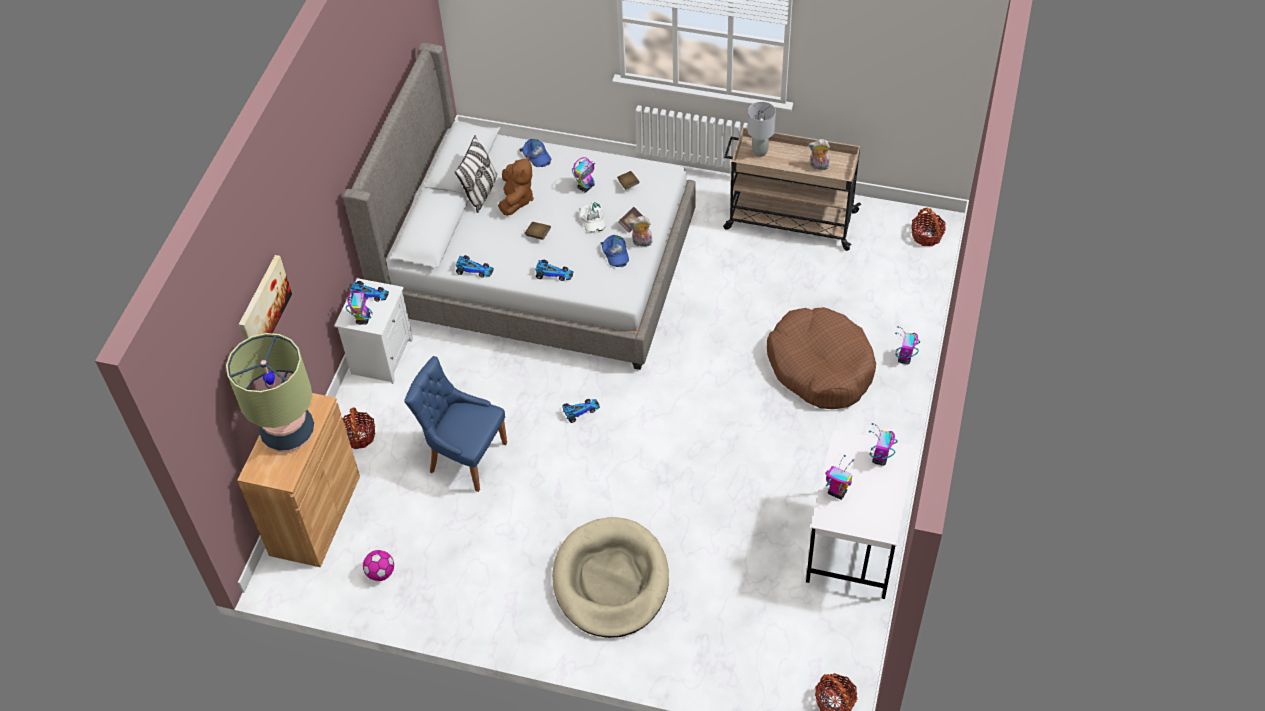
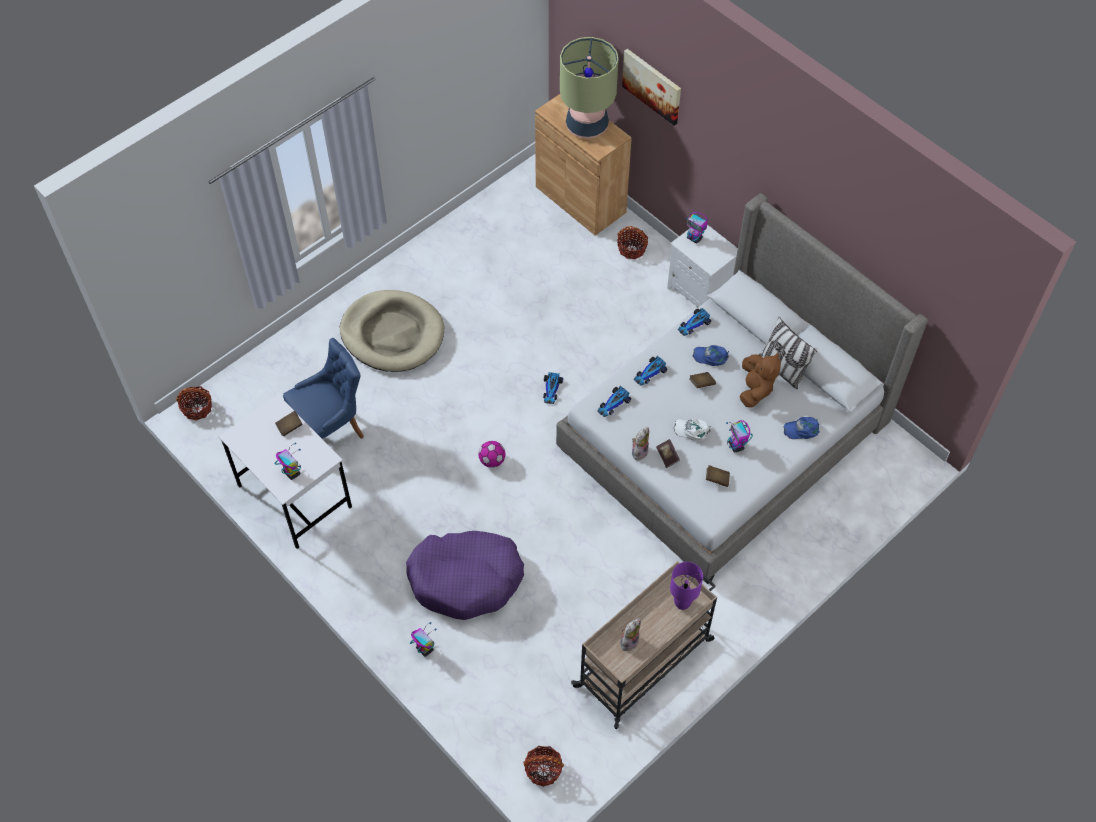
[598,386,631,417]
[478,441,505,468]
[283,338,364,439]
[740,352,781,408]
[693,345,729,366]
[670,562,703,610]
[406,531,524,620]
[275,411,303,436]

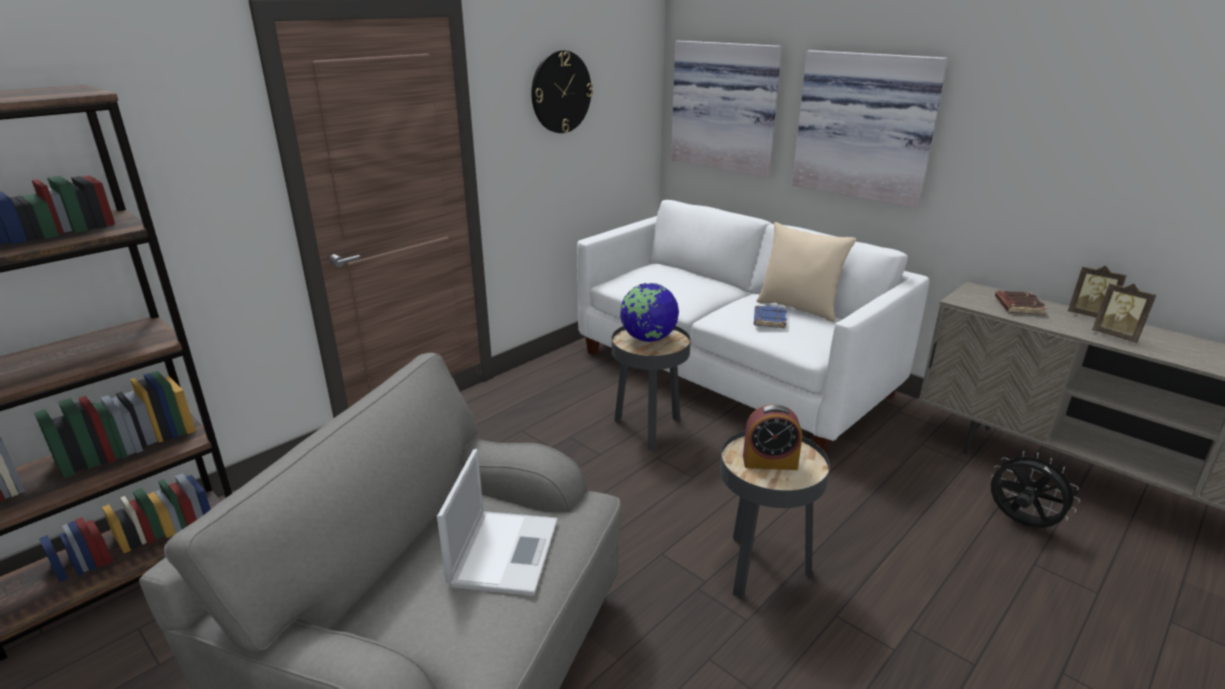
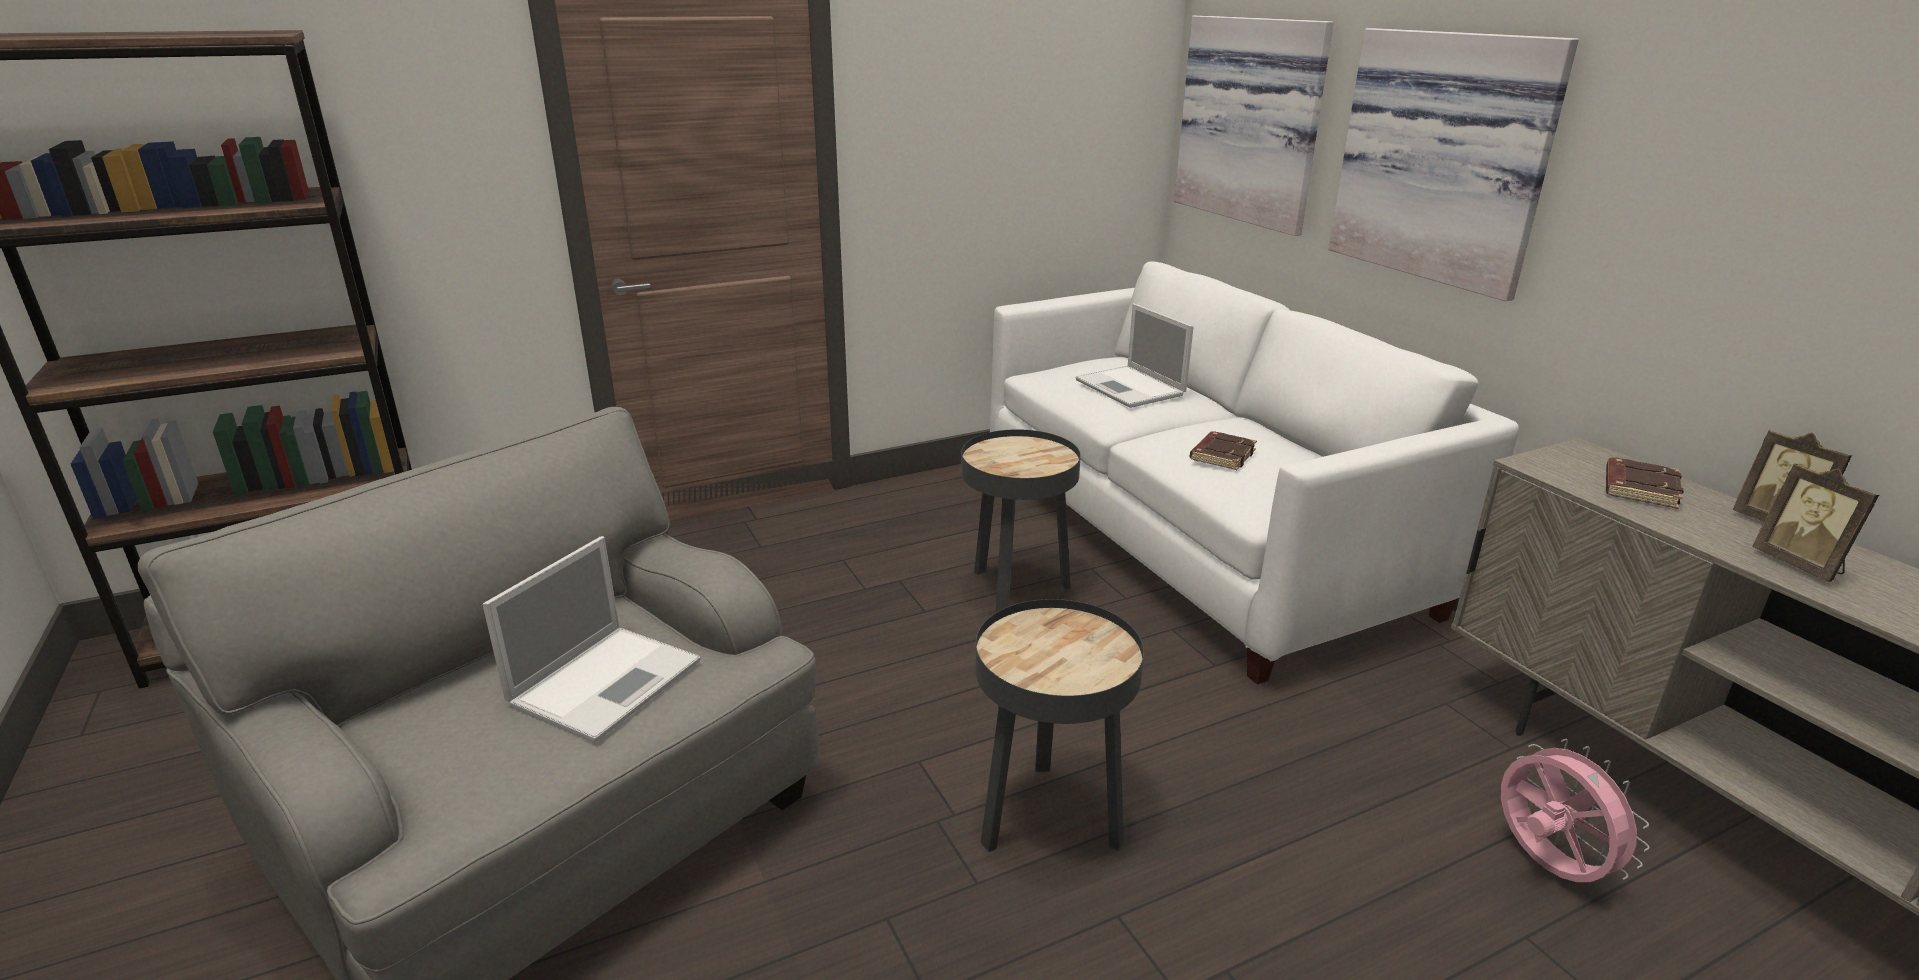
[531,50,593,133] (first image)
[620,283,679,342] (first image)
[743,404,802,470] (first image)
[1190,431,1257,470]
[757,222,856,322] (first image)
[1501,739,1650,882]
[1076,304,1193,408]

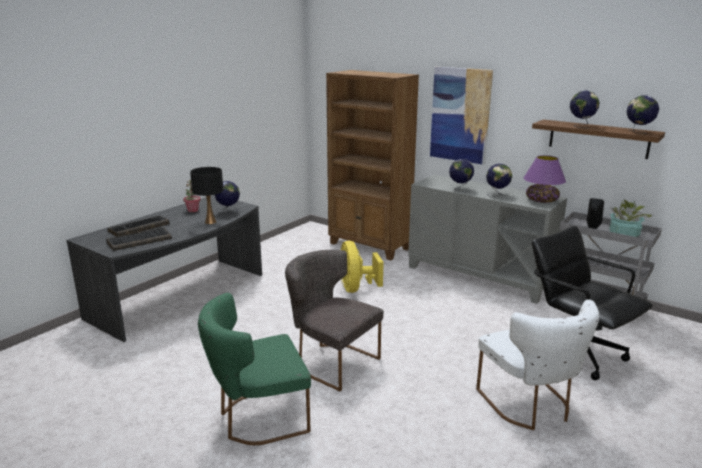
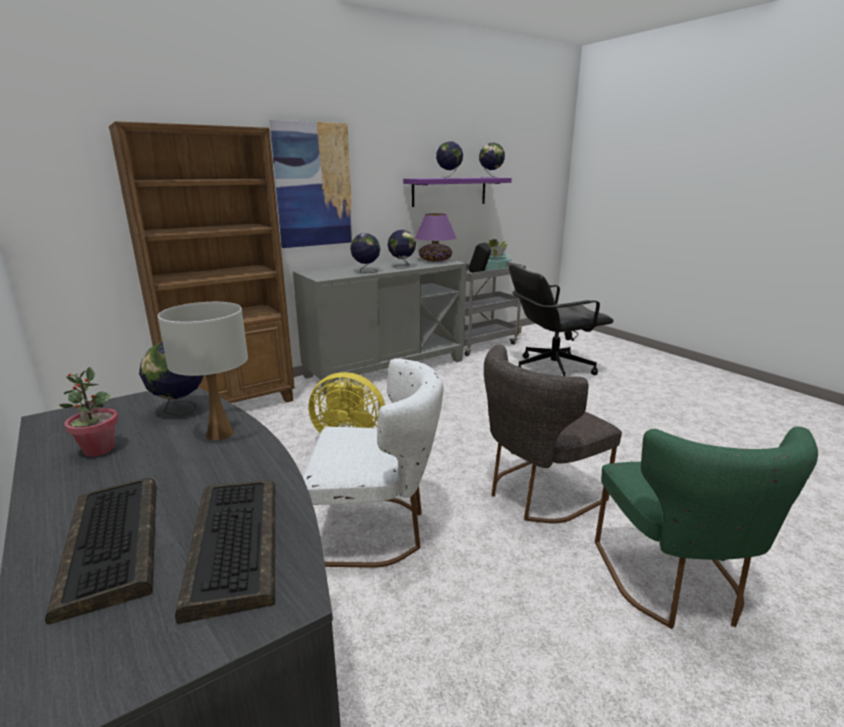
[158,302,248,441]
[302,358,443,568]
[403,178,512,207]

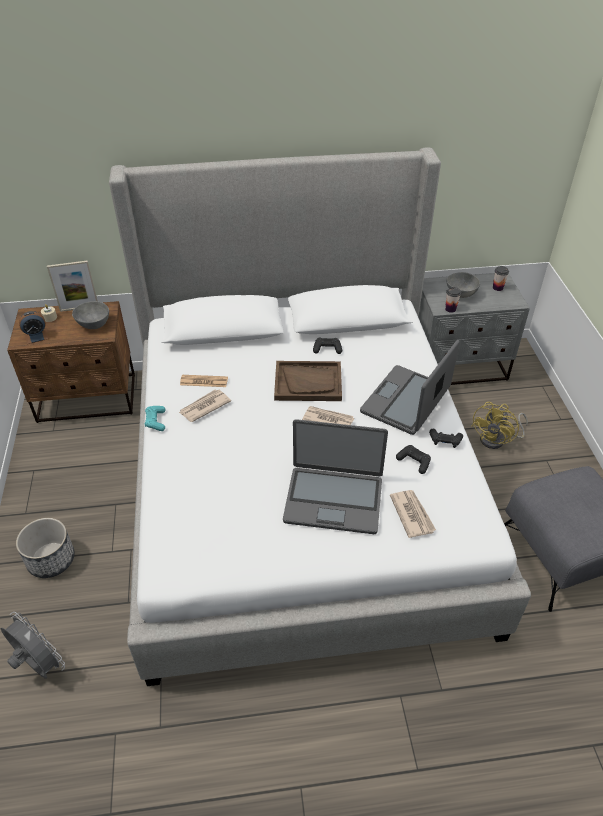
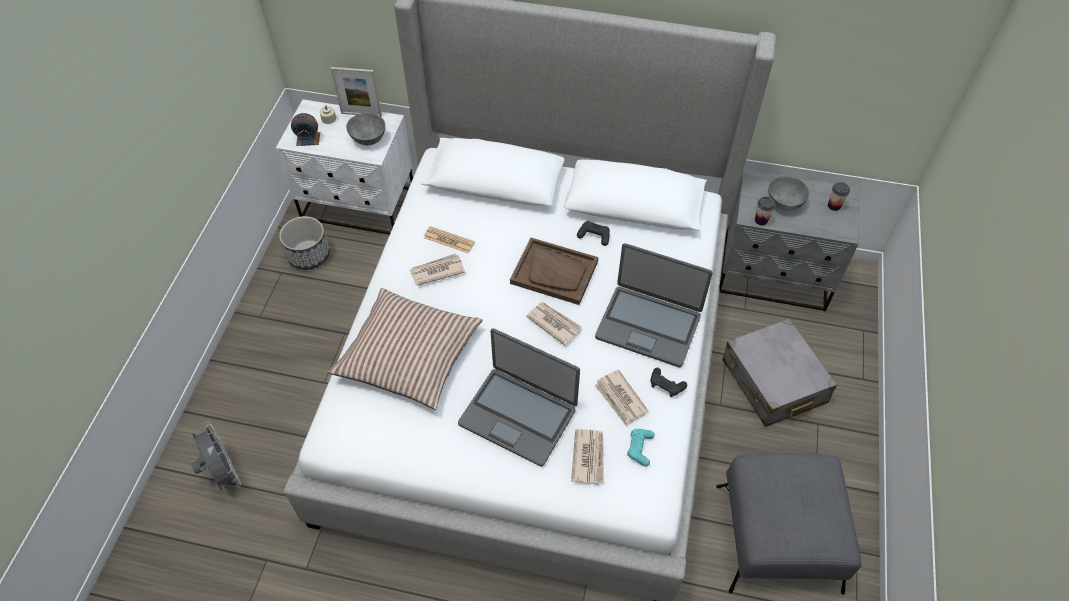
[276,99,413,235]
[279,216,330,270]
[627,429,654,467]
[595,243,713,367]
[595,369,648,427]
[722,319,837,427]
[329,288,482,410]

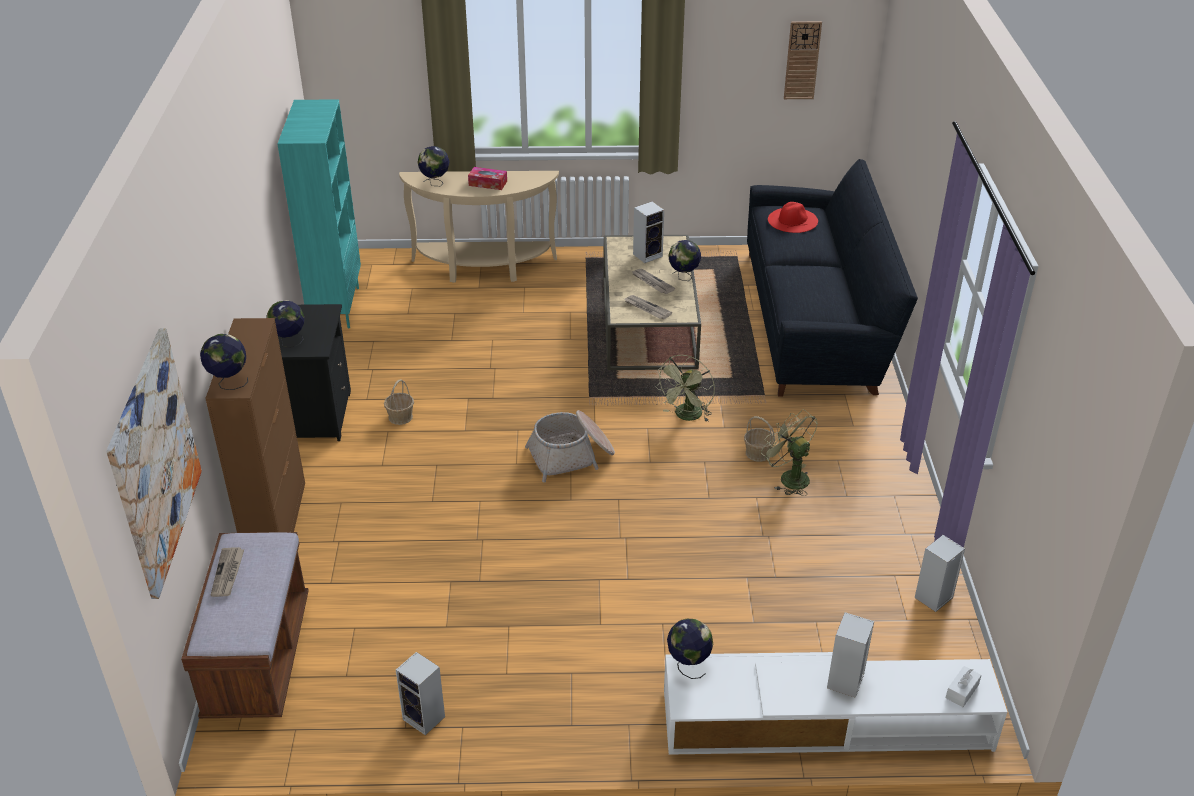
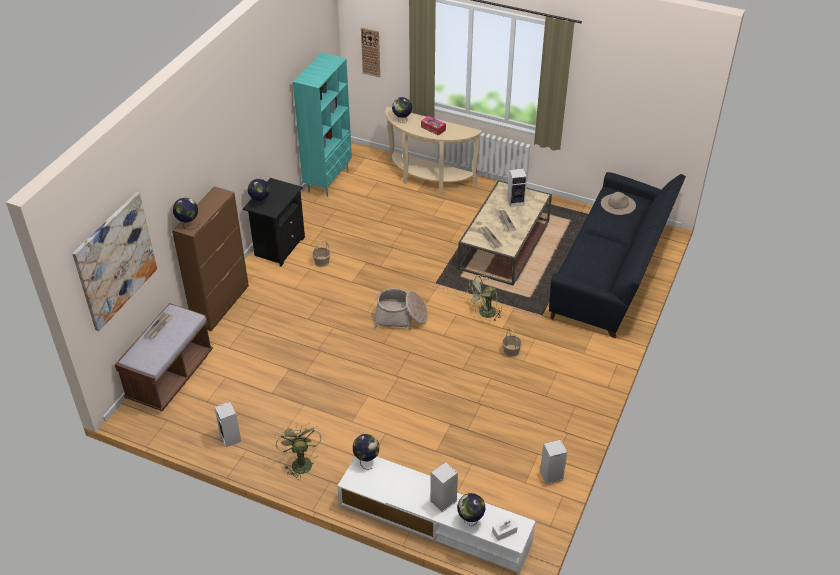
[457,493,485,526]
[276,423,321,480]
[601,192,636,215]
[361,27,380,77]

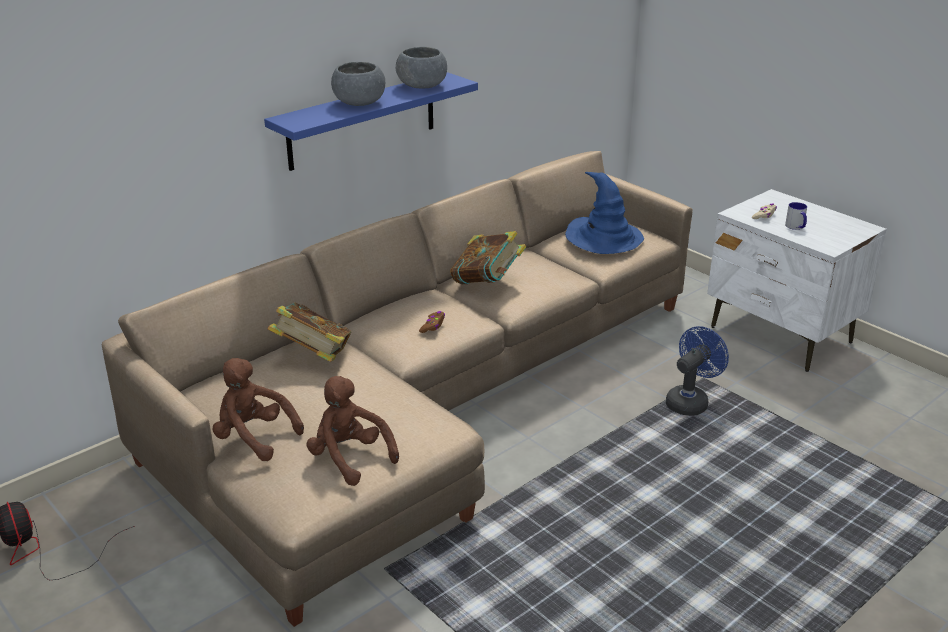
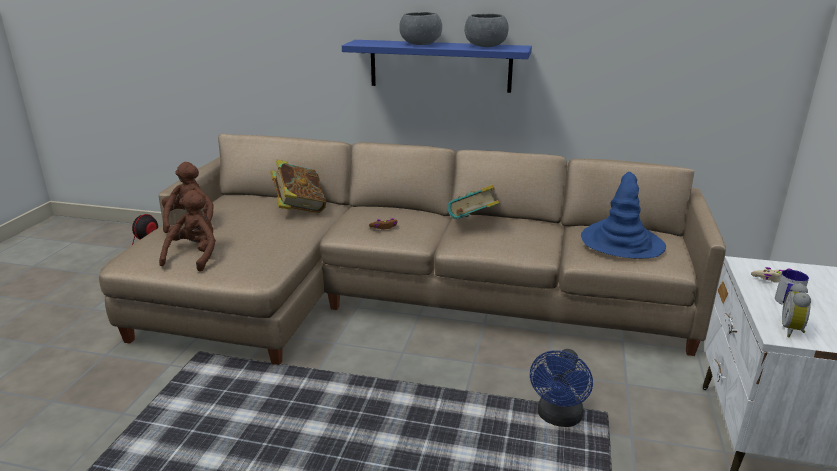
[530,349,593,427]
[782,283,811,338]

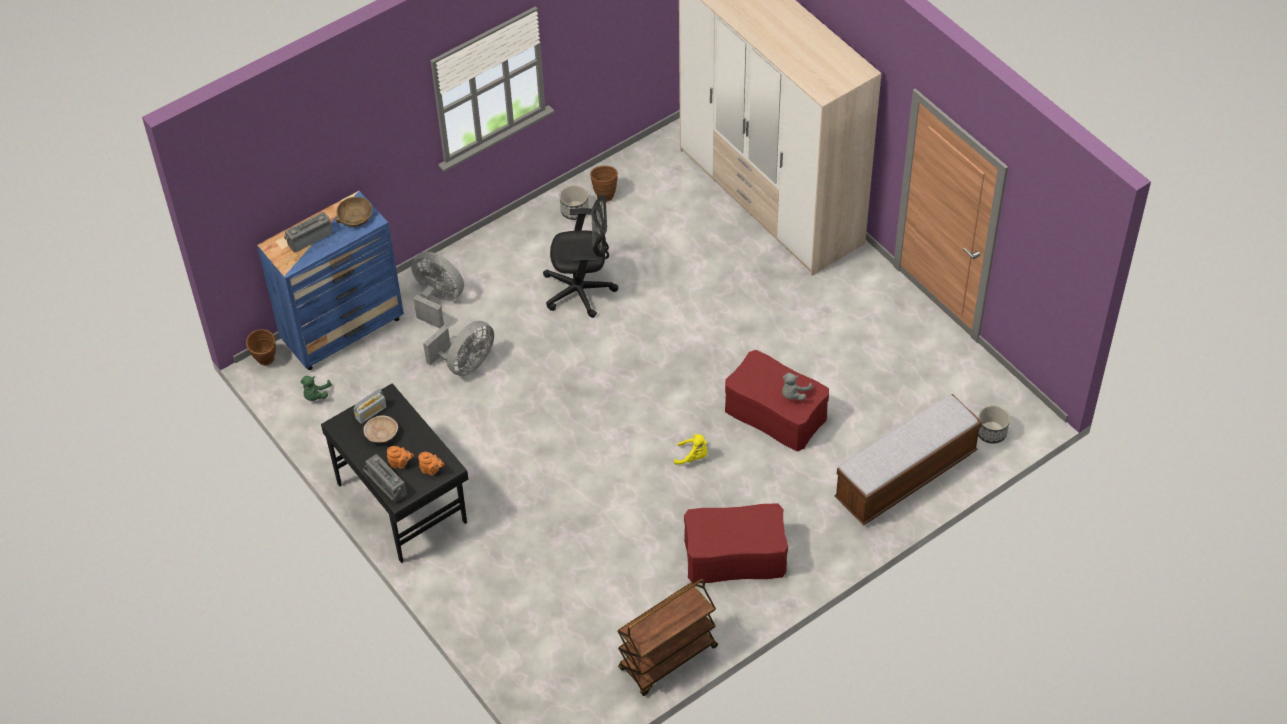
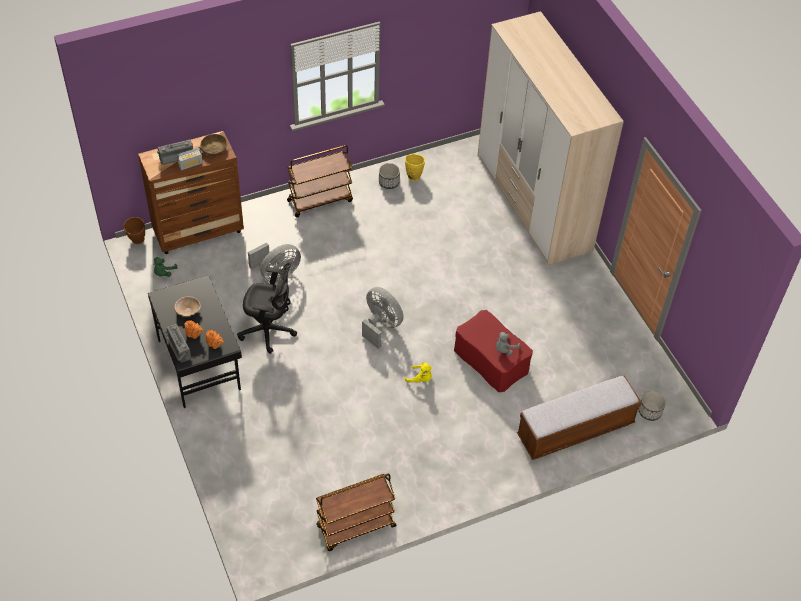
[138,131,244,254]
[177,148,203,170]
[362,287,404,349]
[237,262,297,354]
[405,154,425,181]
[684,503,788,583] (first image)
[287,145,353,218]

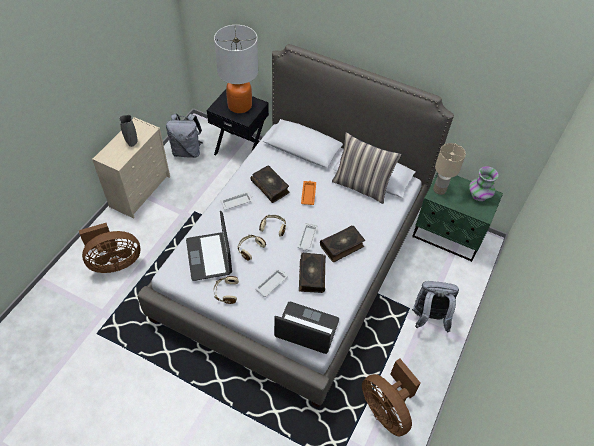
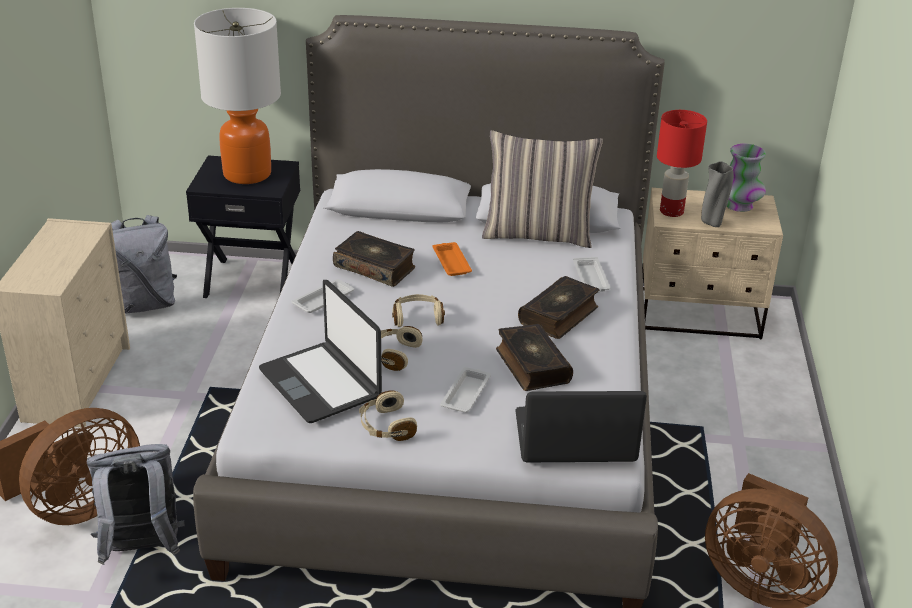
[701,161,733,227]
[573,257,610,293]
[642,188,783,339]
[87,444,185,565]
[657,110,707,217]

